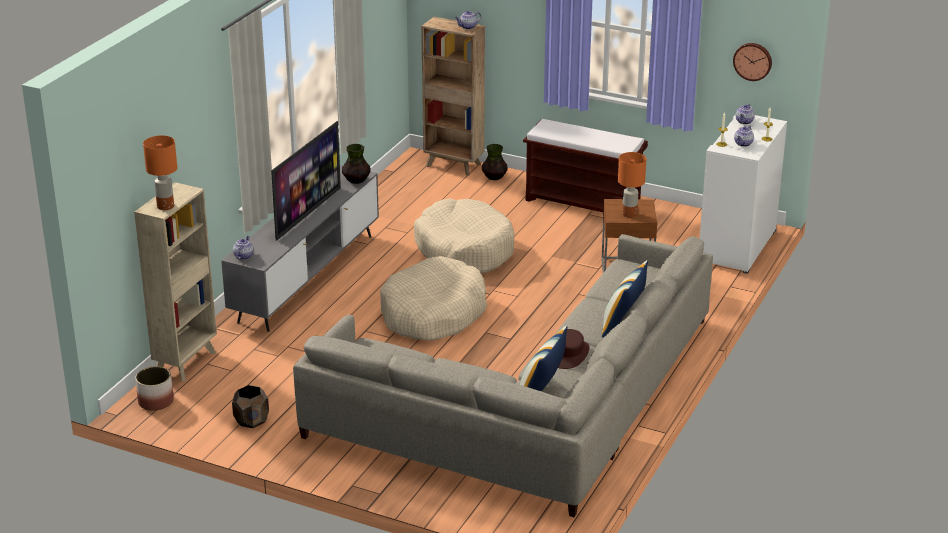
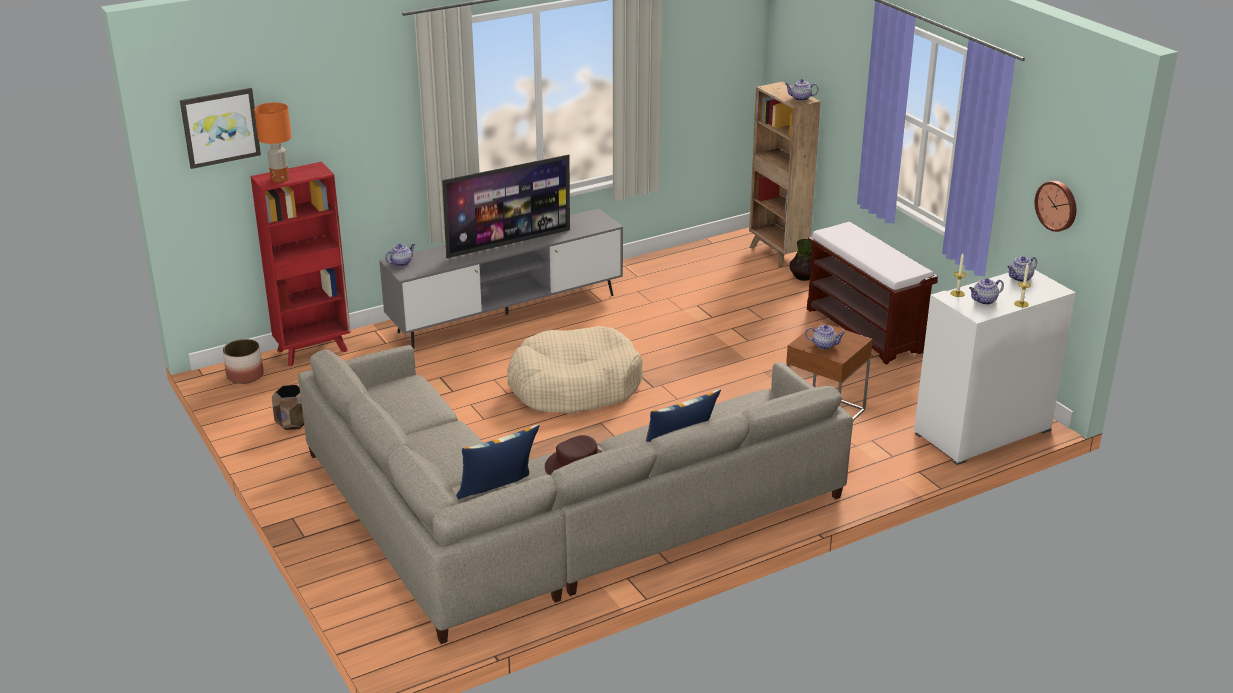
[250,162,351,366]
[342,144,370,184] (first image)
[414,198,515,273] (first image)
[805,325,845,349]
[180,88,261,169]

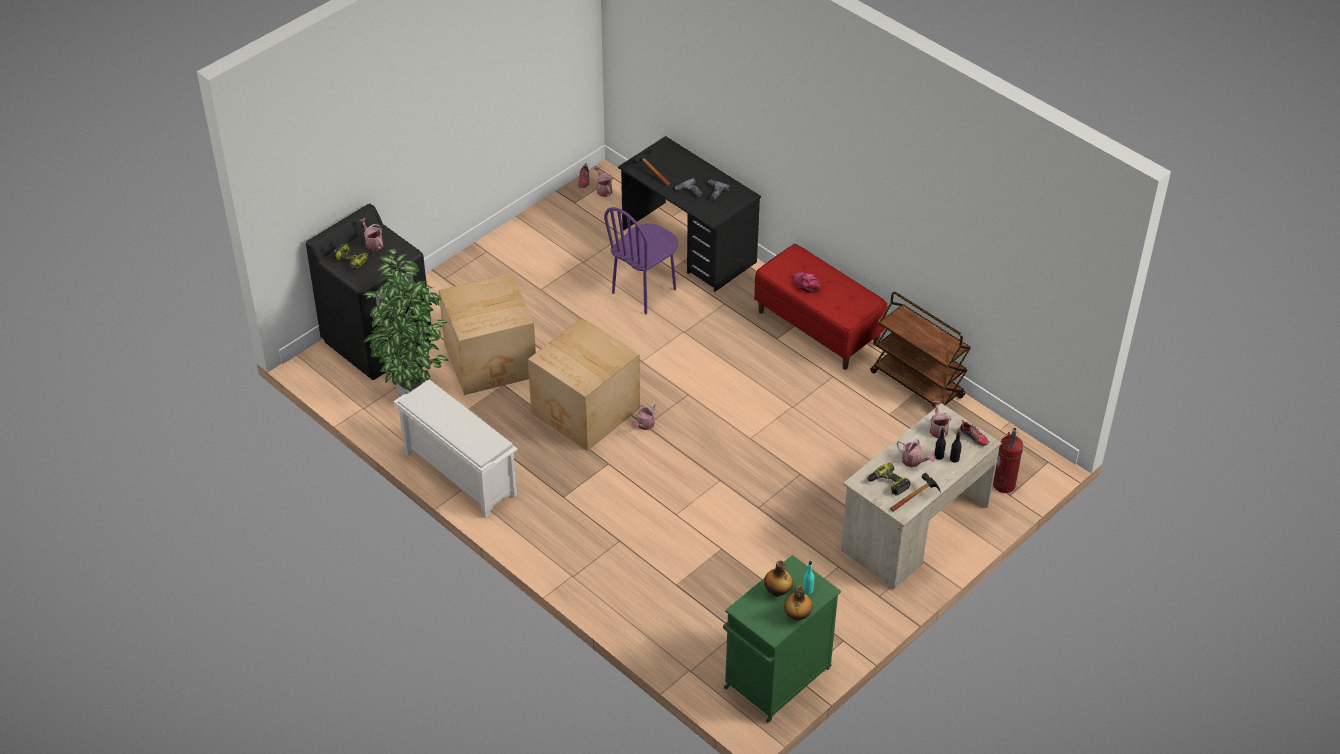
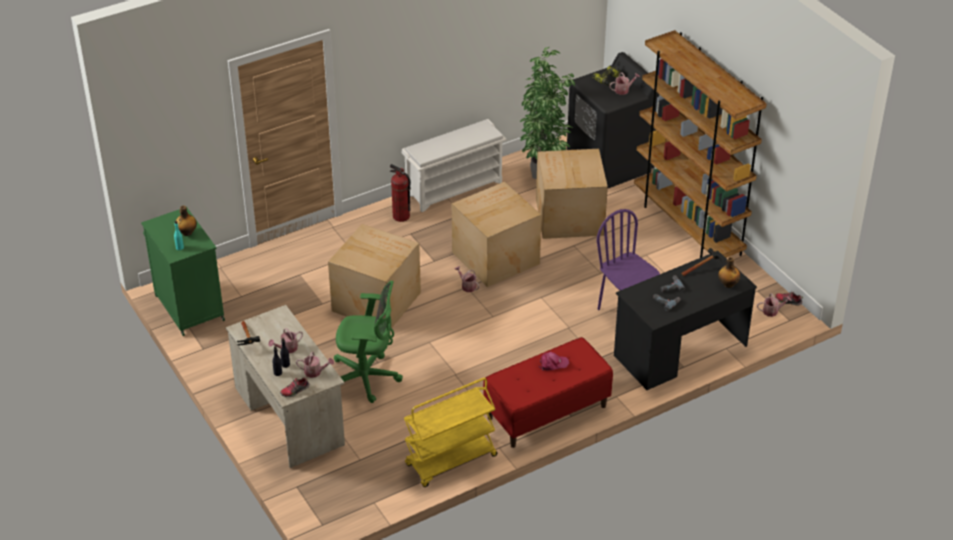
[718,257,740,288]
[867,462,911,496] (first image)
[404,378,498,487]
[390,164,411,222]
[328,224,421,328]
[334,281,403,403]
[634,30,767,258]

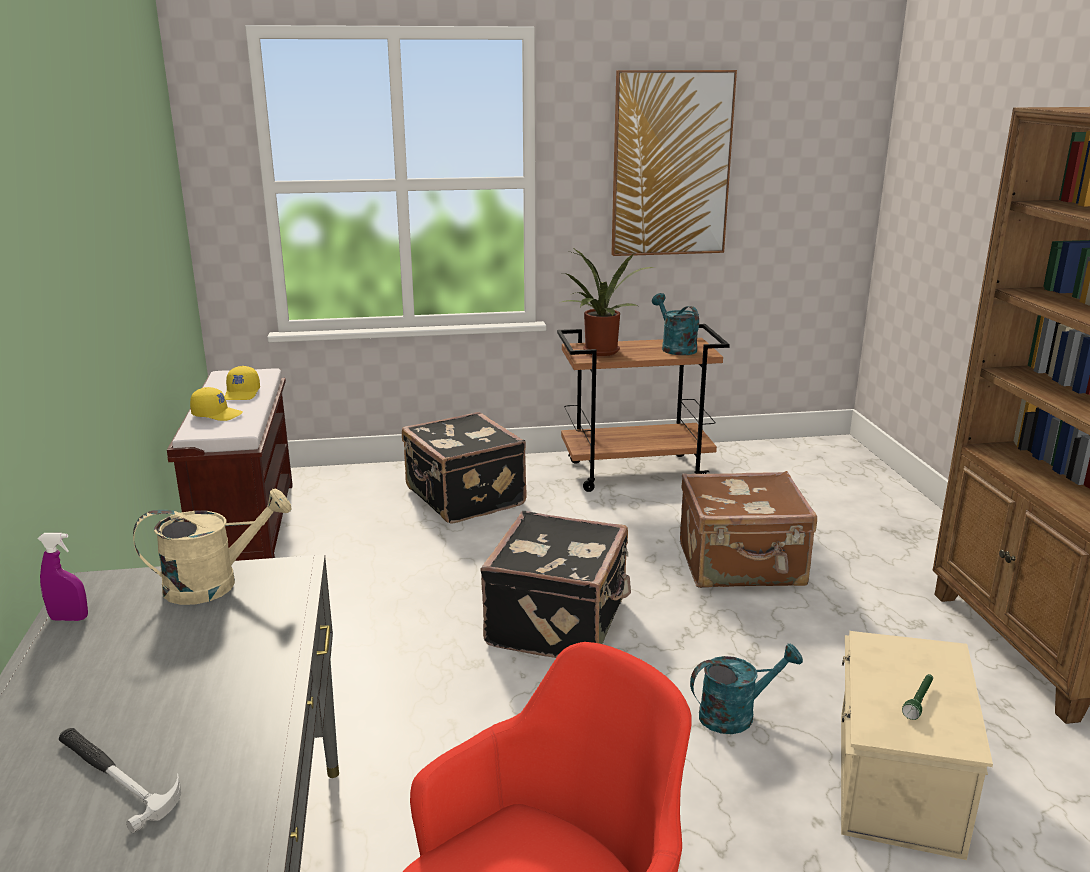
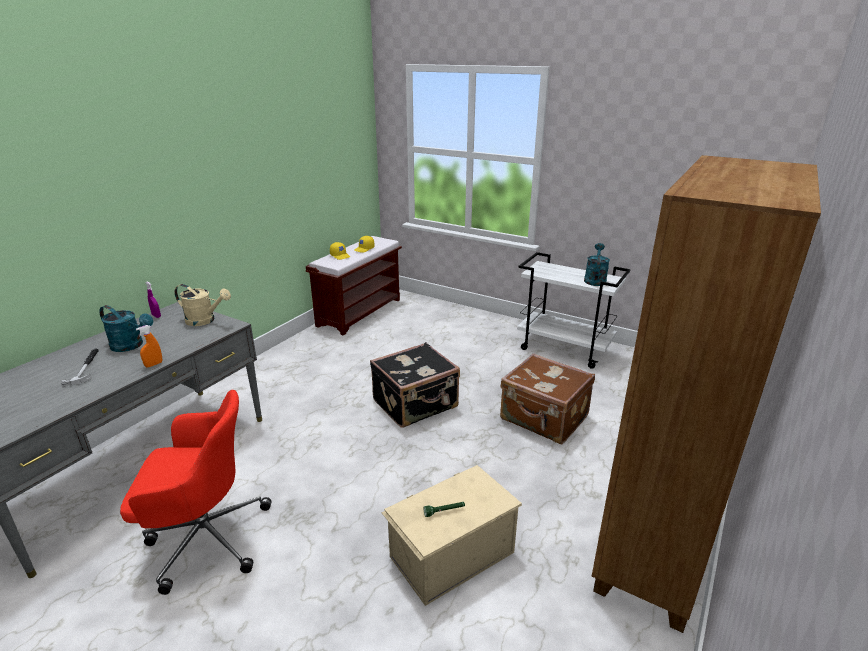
[402,412,526,524] (first image)
[517,252,630,369]
[559,248,653,356] (first image)
[611,70,737,256] (first image)
[99,305,153,352]
[136,325,162,367]

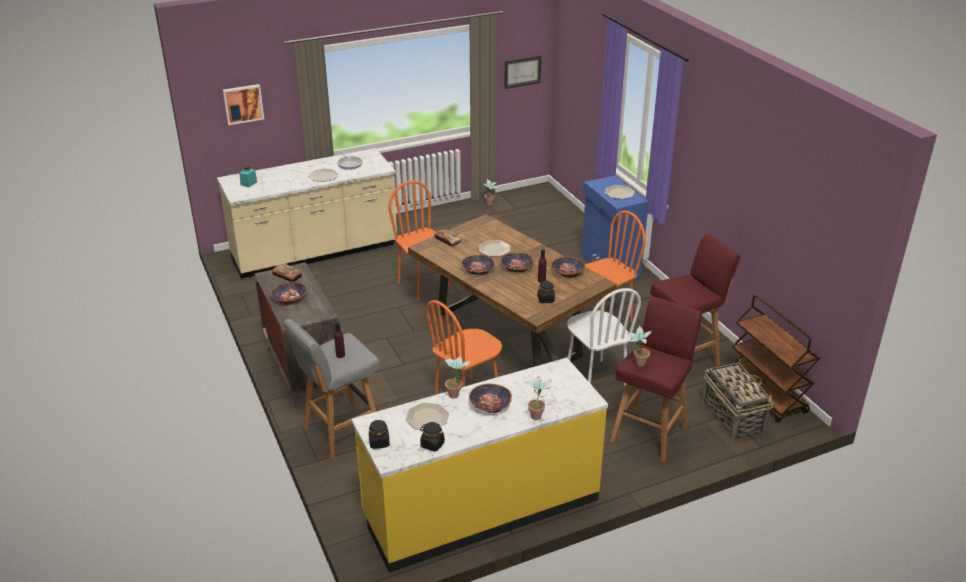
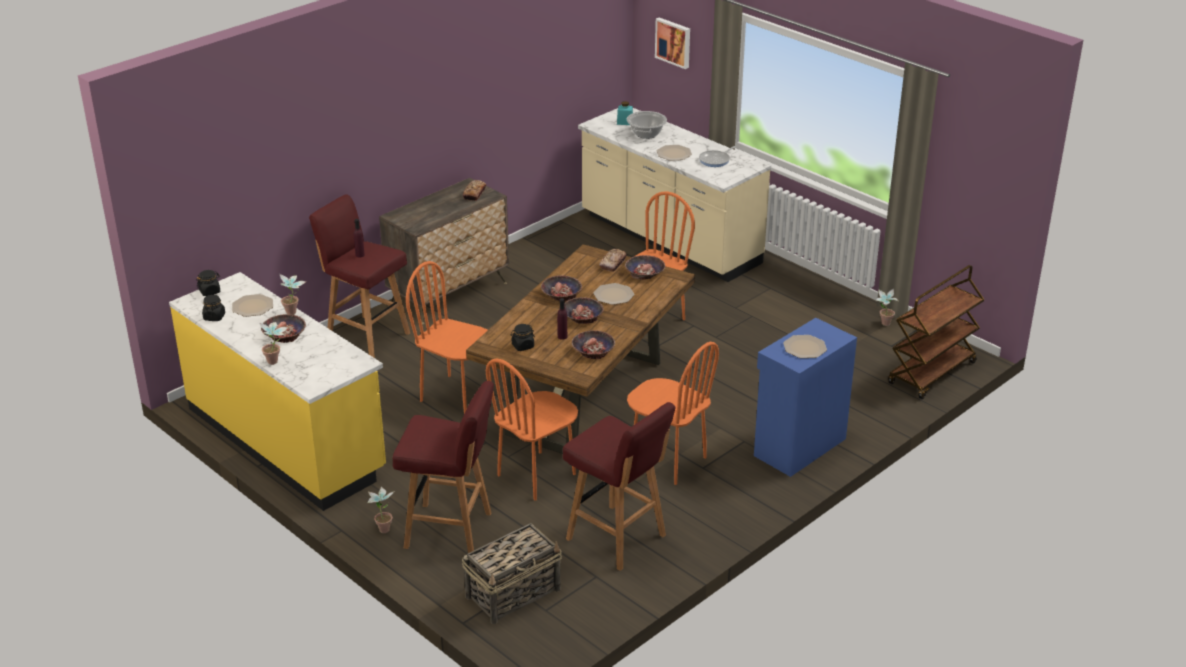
[625,255,665,279]
[309,194,410,358]
[504,56,541,89] (first image)
[486,359,578,501]
[367,487,394,533]
[888,265,984,399]
[627,111,667,139]

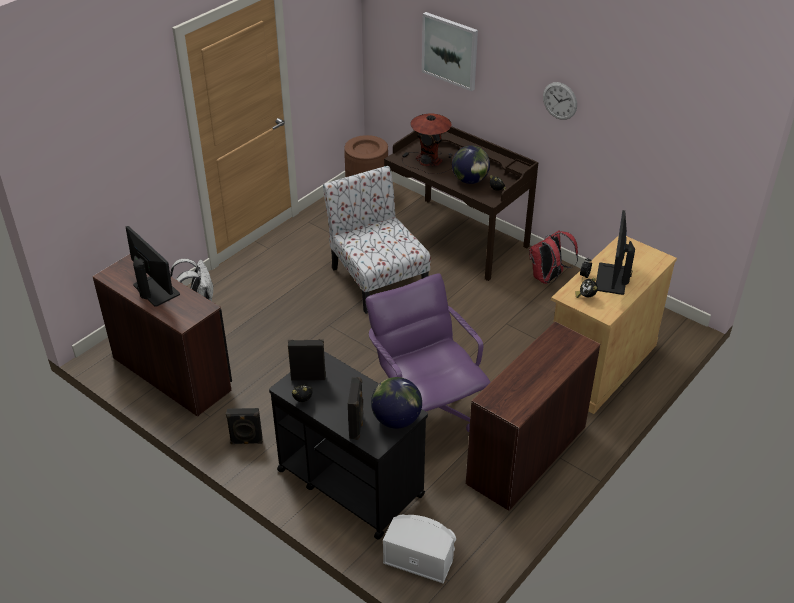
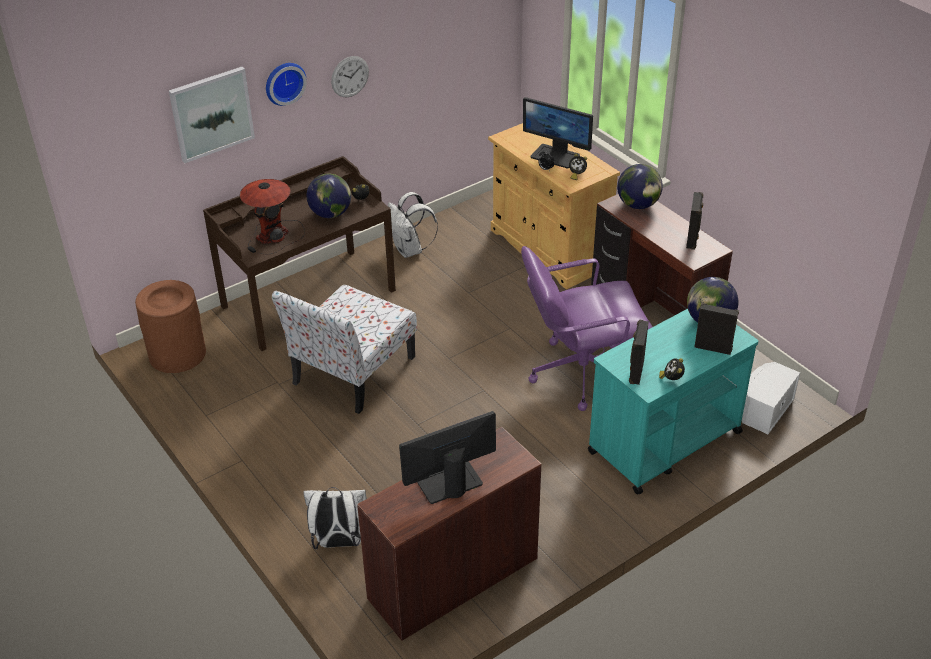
[686,192,703,250]
[588,309,758,494]
[272,285,417,414]
[388,192,438,258]
[266,63,307,106]
[617,164,663,209]

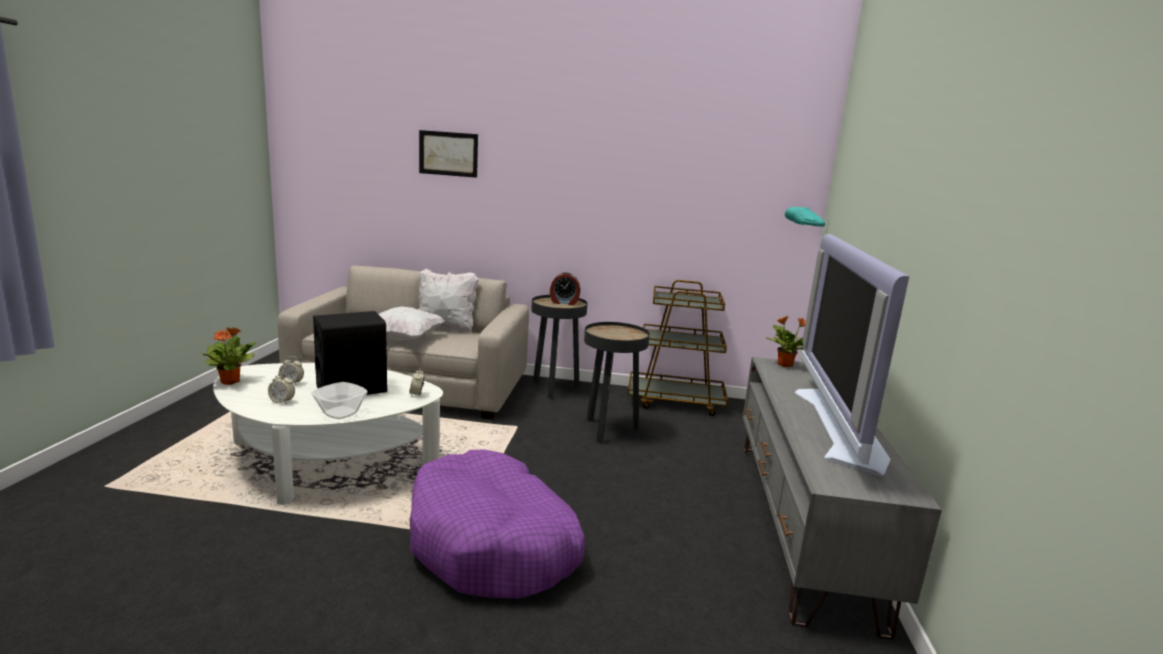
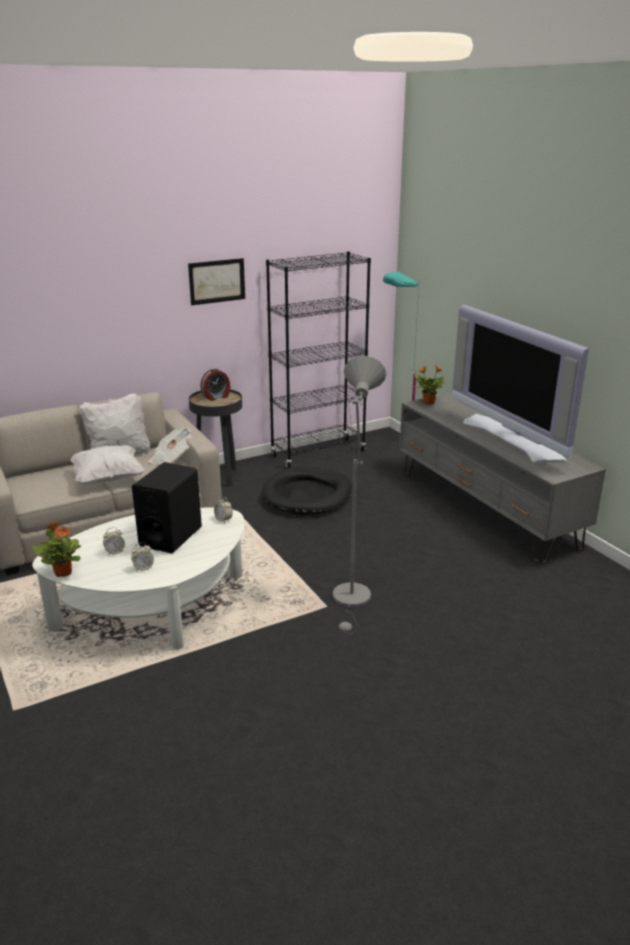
[311,382,368,419] (first image)
[333,356,386,634]
[188,258,245,305]
[262,467,352,515]
[266,251,371,468]
[149,428,192,465]

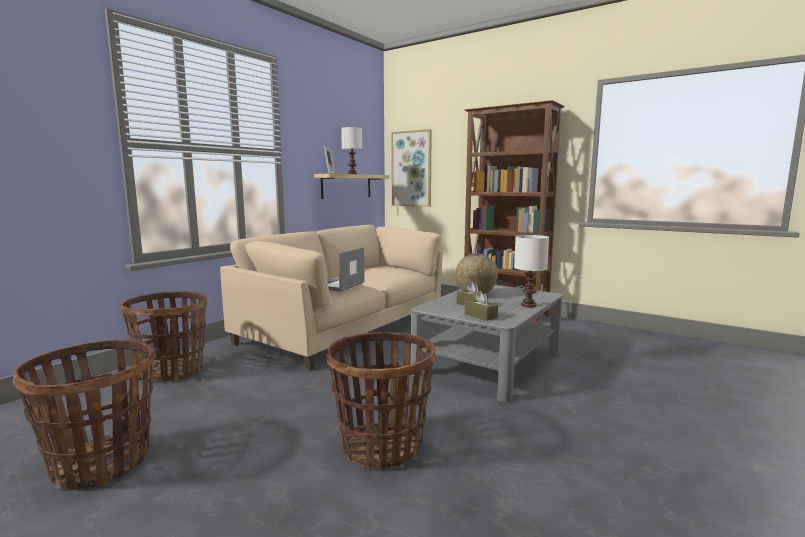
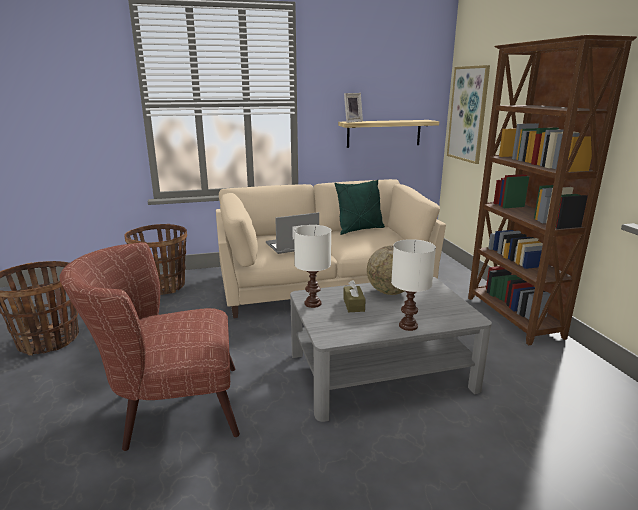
[59,243,240,451]
[294,225,331,308]
[465,291,498,321] (first image)
[335,180,385,235]

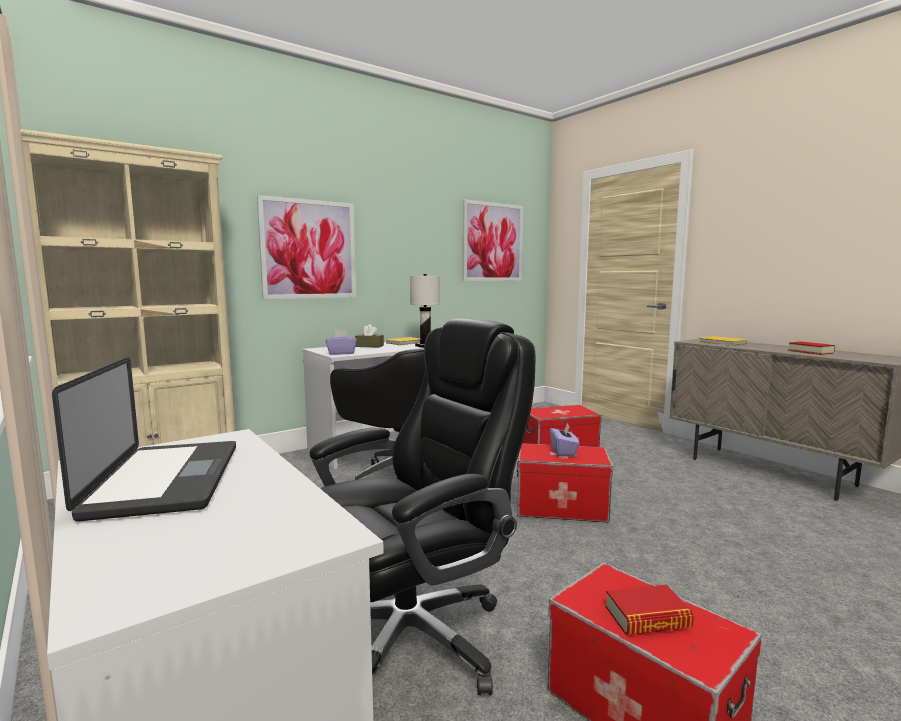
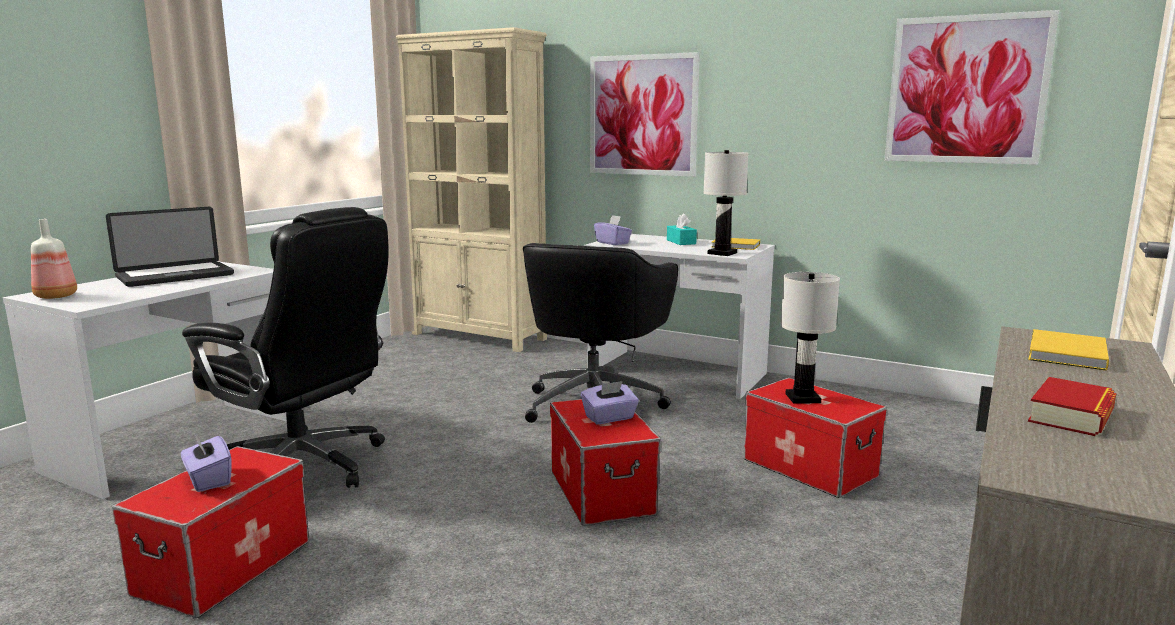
[667,213,697,245]
[181,433,231,492]
[31,219,77,299]
[780,272,840,404]

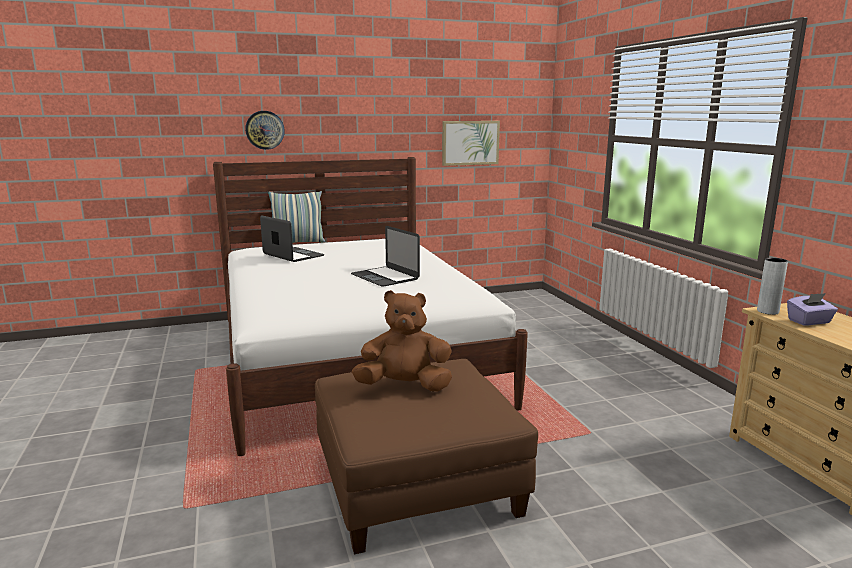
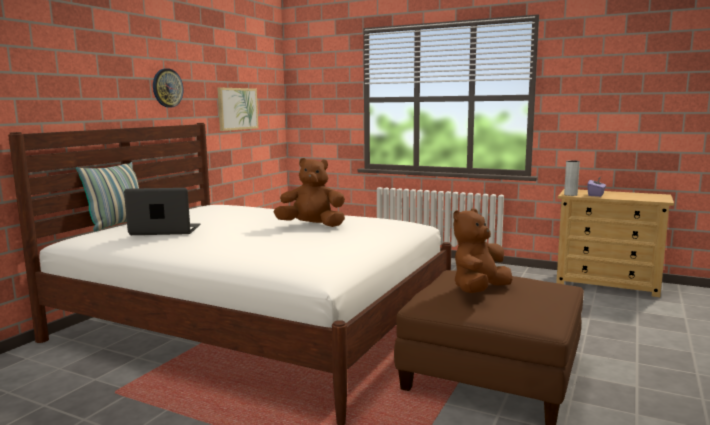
[153,68,183,107]
[274,158,345,227]

